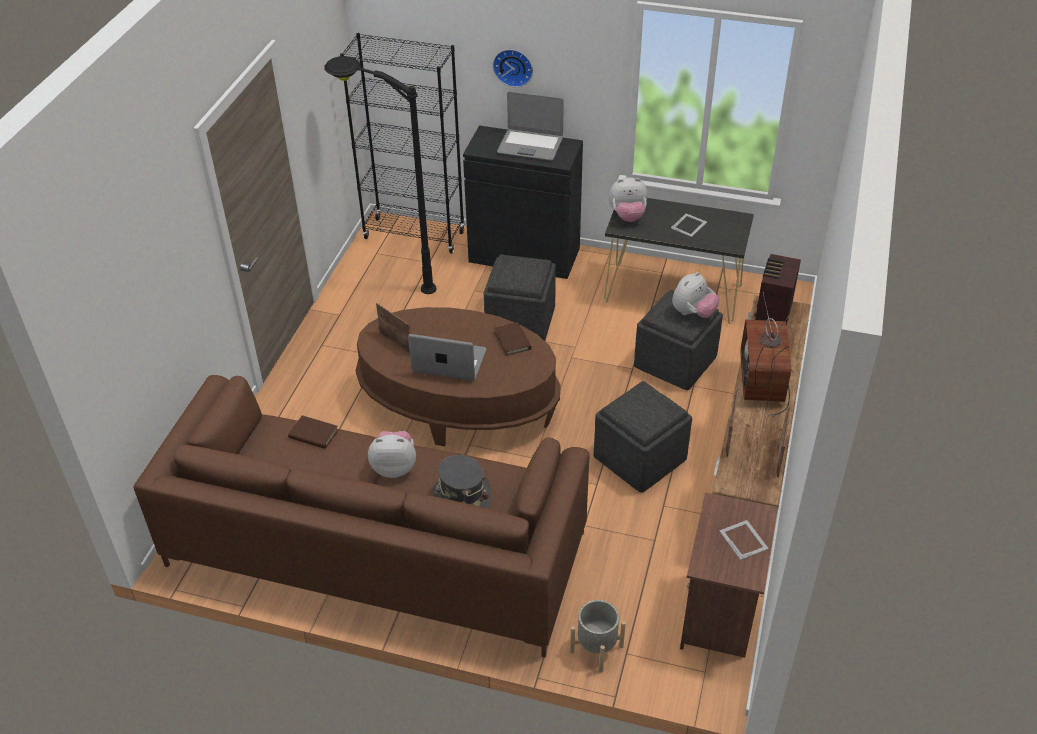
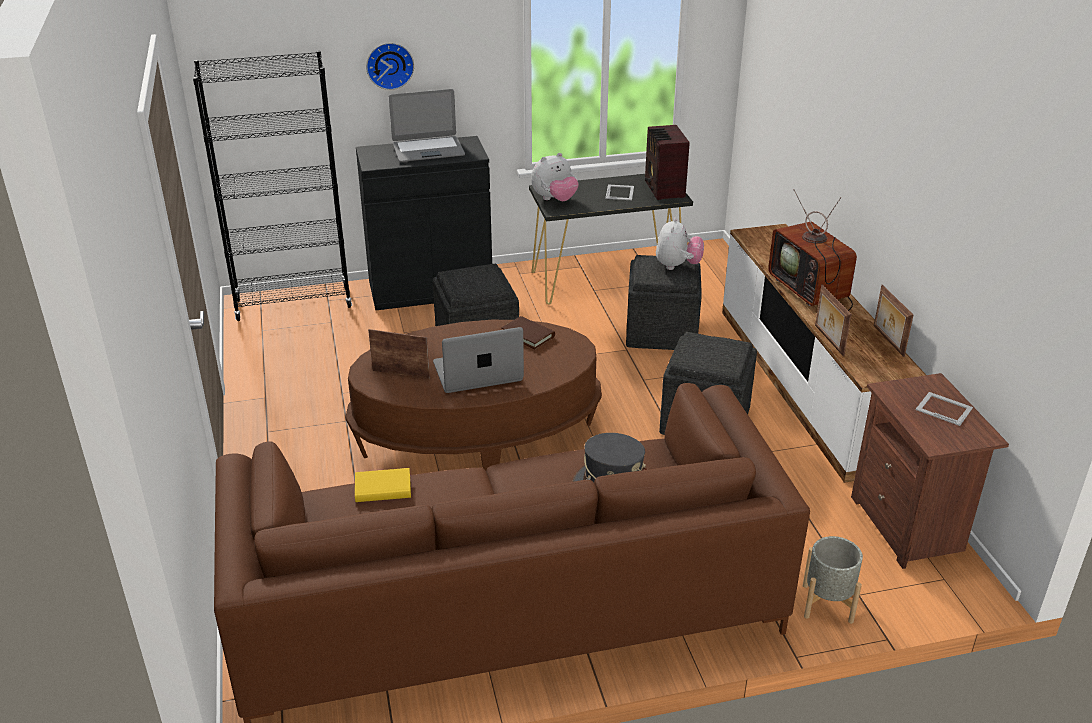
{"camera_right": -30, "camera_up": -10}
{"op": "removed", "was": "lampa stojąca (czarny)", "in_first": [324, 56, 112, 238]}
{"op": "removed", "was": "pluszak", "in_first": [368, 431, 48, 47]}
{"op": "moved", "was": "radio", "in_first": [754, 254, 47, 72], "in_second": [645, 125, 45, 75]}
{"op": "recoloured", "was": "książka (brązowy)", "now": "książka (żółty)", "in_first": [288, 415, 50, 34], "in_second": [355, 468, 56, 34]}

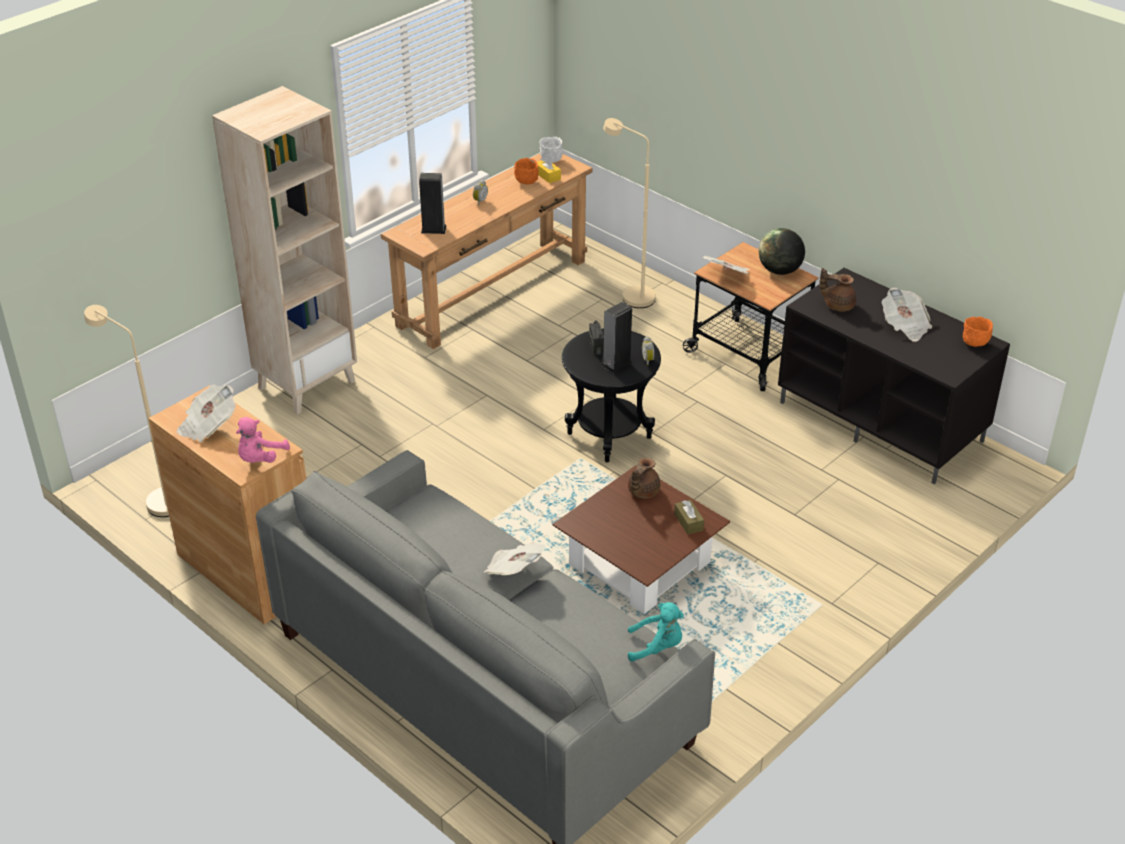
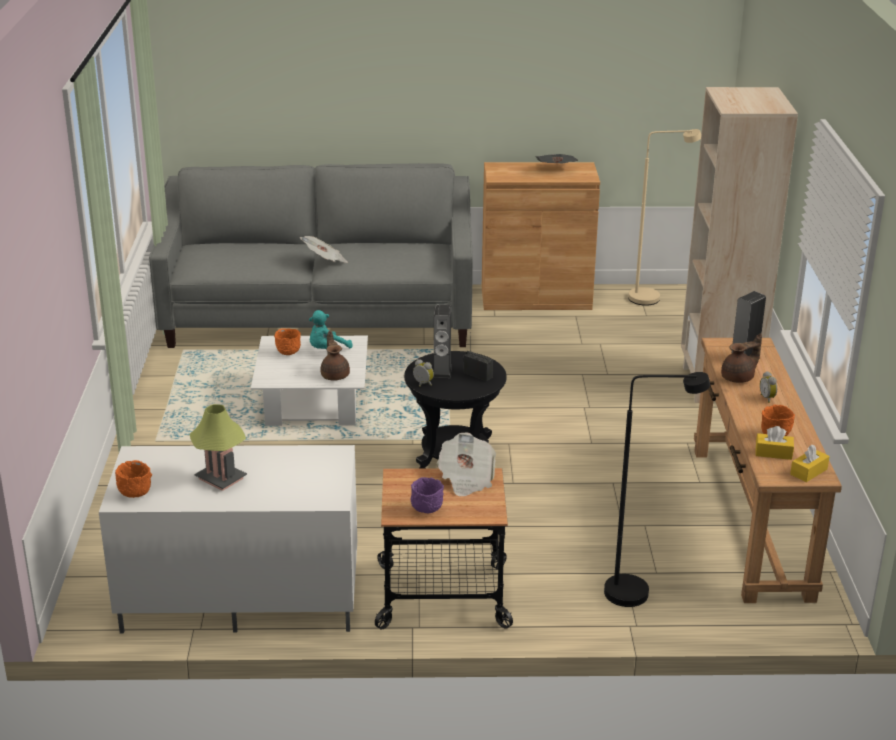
{"camera_right": 135, "camera_up": -10}
{"op": "removed", "was": "pluszak (różowy)", "in_first": [236, 417, 54, 46]}
{"op": "removed", "was": "pudełko chusteczek (brązowy)", "in_first": [674, 500, 30, 35]}
{"op": "added", "now": "miska (pomarańczowy)", "in_second": [274, 328, 27, 27]}
{"op": "moved", "was": "pluszak (turkusowy)", "in_first": [628, 602, 56, 60], "in_second": [309, 310, 44, 39]}
{"op": "moved", "was": "imbryk (brązowy)", "in_first": [820, 268, 36, 44], "in_second": [721, 333, 41, 50]}
{"op": "replaced", "was": "miska (biały)", "now": "pudełko chusteczek (żółty)", "in_first": [539, 137, 24, 26], "in_second": [790, 445, 40, 37]}
{"op": "replaced", "was": "globus", "now": "miska (fioletowy)", "in_first": [759, 228, 46, 47], "in_second": [410, 477, 34, 37]}
{"op": "replaced", "was": "gazeta", "now": "lampa stołowa", "in_first": [882, 288, 50, 54], "in_second": [190, 404, 57, 87]}
{"op": "recoloured", "was": "ława (brązowy)", "now": "ława (biały)", "in_first": [552, 465, 178, 149], "in_second": [251, 336, 117, 90]}
{"op": "recoloured", "was": "lampa stojąca (beżowy)", "now": "lampa stojąca (czarny)", "in_first": [603, 118, 53, 190], "in_second": [604, 372, 106, 235]}
{"op": "recoloured", "was": "szafka pod telewizor (czarny)", "now": "szafka pod telewizor (biały)", "in_first": [778, 268, 232, 216], "in_second": [99, 445, 258, 188]}

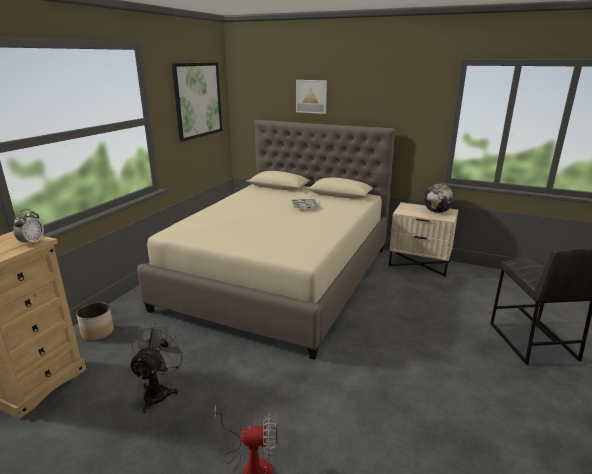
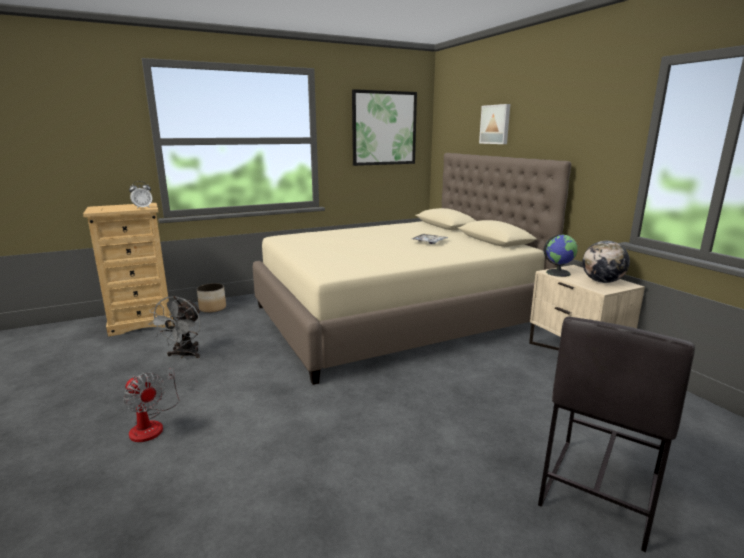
{"camera_right": 40, "camera_up": -5}
{"op": "added", "now": "globus", "in_second": [544, 235, 34, 42]}
{"op": "turned", "was": "wentylator (szary)", "in_first": [129, 321, 59, 92], "in_second": [148, 296, 53, 62], "clockwise": 135}

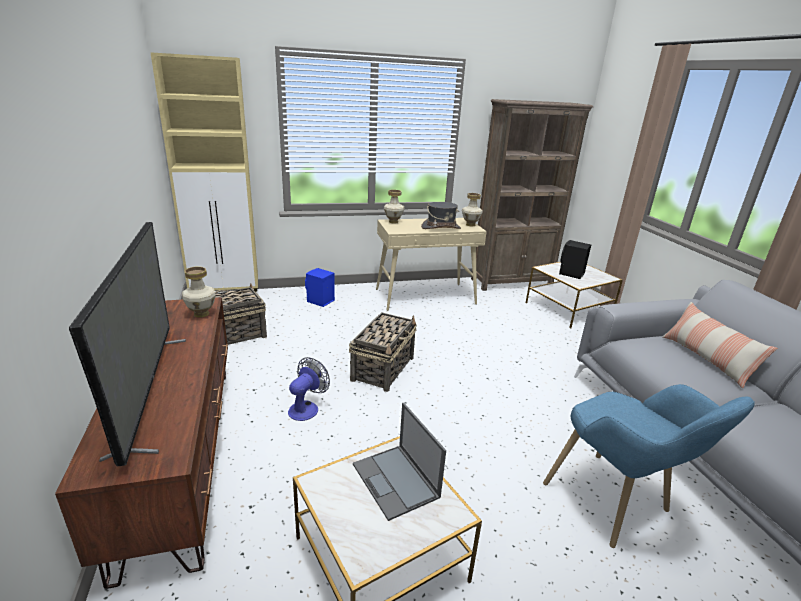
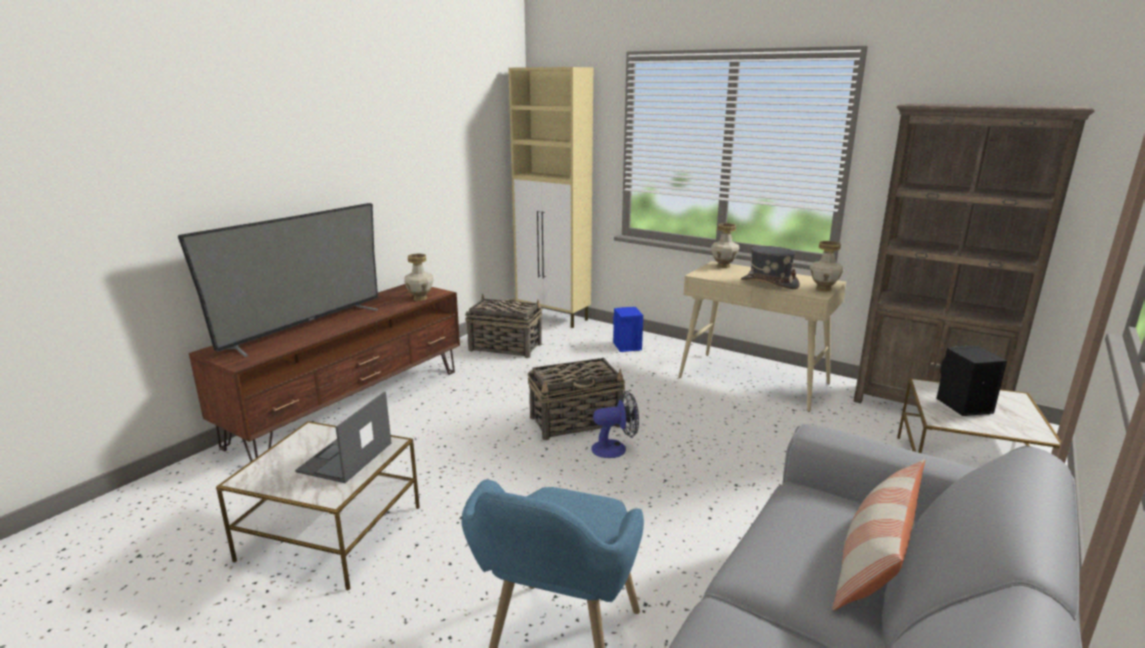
{"camera_right": 50, "camera_up": -5}
{"op": "moved", "was": "wentylator", "in_first": [288, 357, 42, 64], "in_second": [591, 391, 48, 67]}

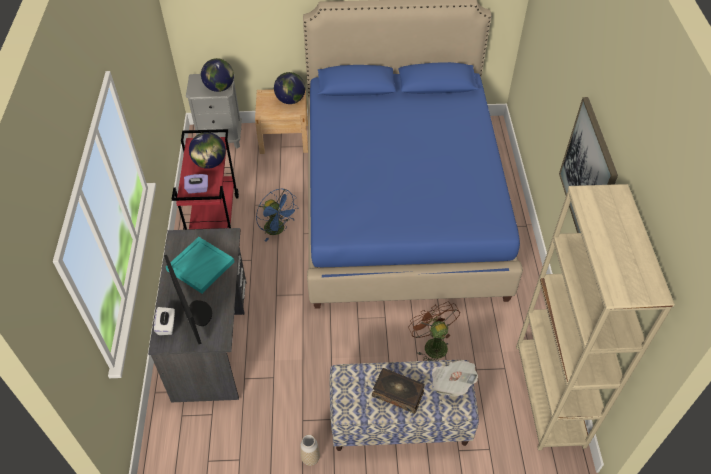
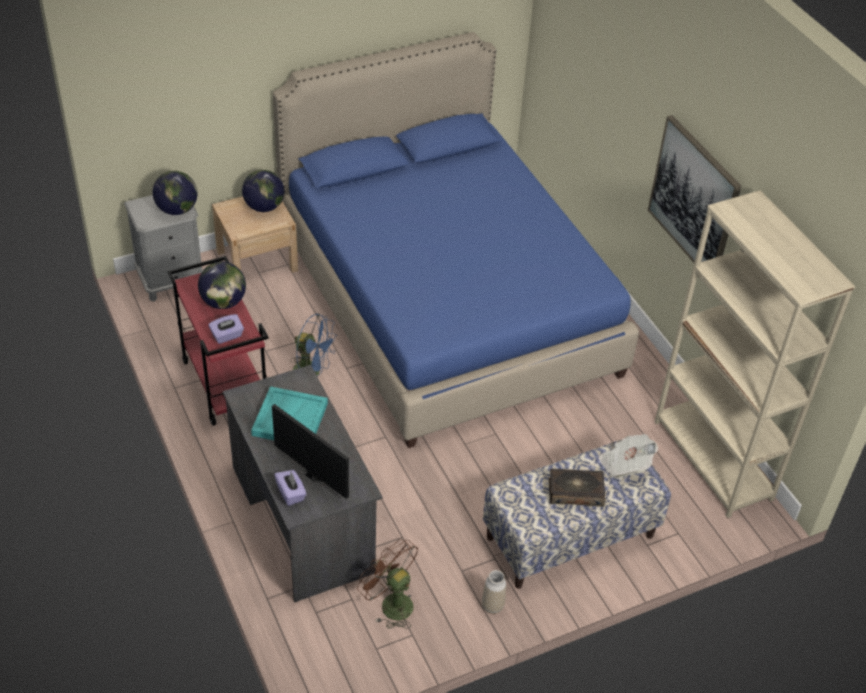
{"camera_right": -25, "camera_up": -5}
{"op": "moved", "was": "wentylator (brązowy)", "in_first": [409, 301, 51, 60], "in_second": [357, 539, 61, 90]}
{"op": "recoloured", "was": "pudełko chusteczek (biały)", "now": "pudełko chusteczek (fioletowy)", "in_first": [154, 307, 21, 28], "in_second": [274, 470, 33, 36]}

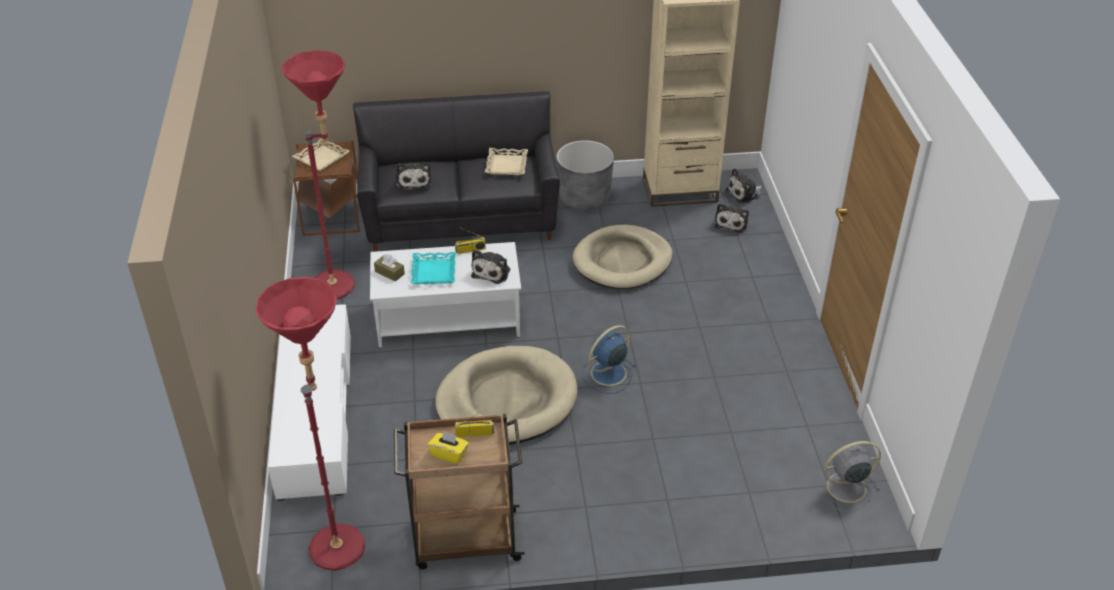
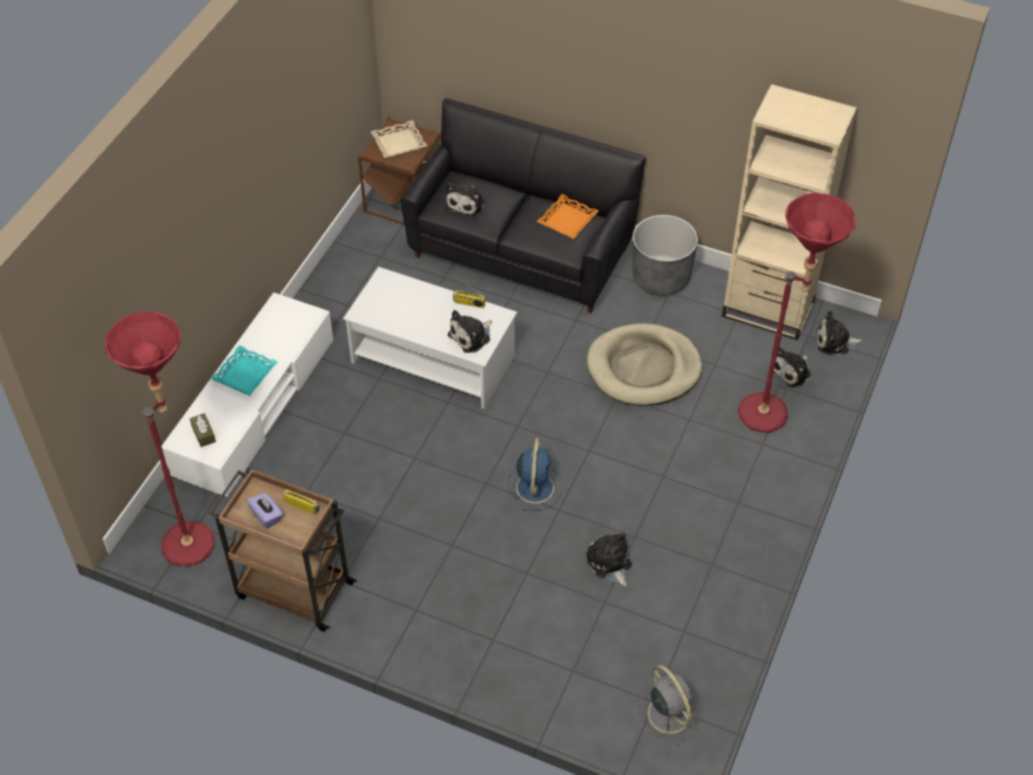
{"camera_right": 30, "camera_up": 10}
{"op": "removed", "was": "legowisko (beżowy)", "in_first": [435, 346, 142, 99]}
{"op": "added", "now": "pluszak", "in_second": [586, 533, 46, 53]}
{"op": "moved", "was": "lampa stojąca (czerwony)", "in_first": [282, 50, 73, 249], "in_second": [738, 193, 118, 240]}
{"op": "moved", "was": "pudełko chusteczek (brązowy)", "in_first": [374, 254, 31, 28], "in_second": [190, 413, 26, 34]}
{"op": "moved", "was": "taca (turkusowy)", "in_first": [411, 252, 45, 32], "in_second": [211, 345, 67, 51]}
{"op": "recoloured", "was": "pudełko chusteczek (żółty)", "now": "pudełko chusteczek (fioletowy)", "in_first": [428, 431, 41, 33], "in_second": [247, 493, 36, 36]}
{"op": "recoloured", "was": "taca (beżowy)", "now": "taca (pomarańczowy)", "in_first": [485, 148, 43, 27], "in_second": [537, 194, 62, 45]}
{"op": "turned", "was": "wentylator (niebieski)", "in_first": [581, 325, 55, 69], "in_second": [508, 438, 54, 73], "clockwise": 105}
{"op": "turned", "was": "wentylator (szary)", "in_first": [816, 441, 65, 71], "in_second": [635, 665, 65, 81], "clockwise": 45}

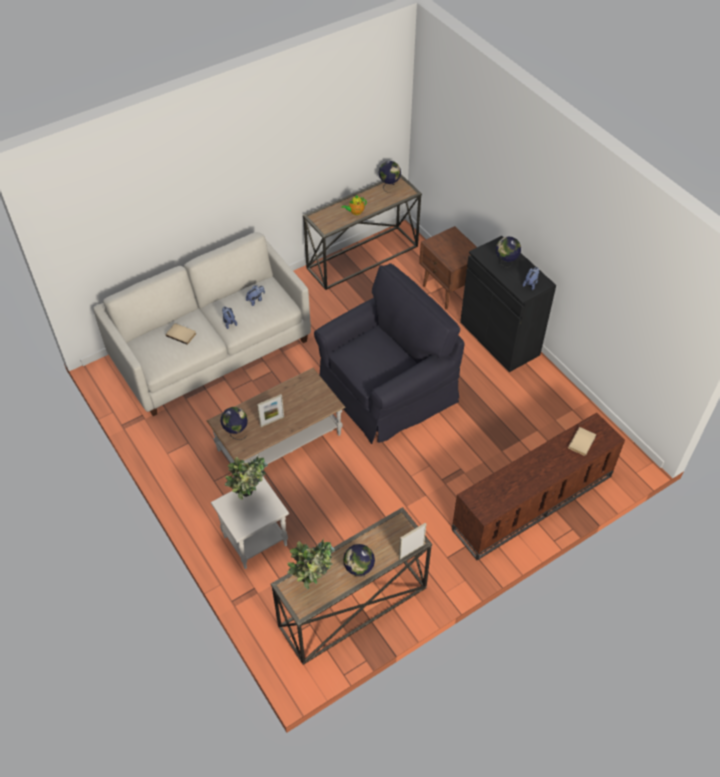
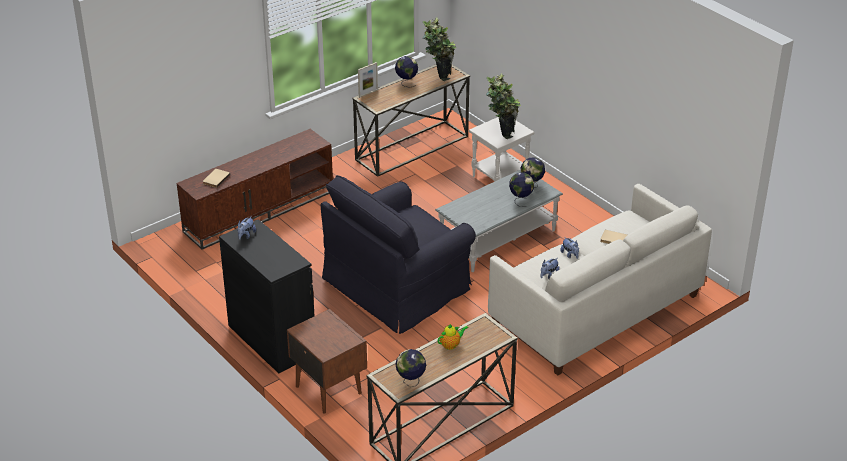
{"camera_right": 175, "camera_up": -15}
{"op": "removed", "was": "ramka na zdjęcie", "in_first": [257, 394, 27, 33]}
{"op": "moved", "was": "globus", "in_first": [496, 236, 25, 32], "in_second": [509, 173, 25, 34]}
{"op": "recoloured", "was": "ława (brązowy)", "now": "ława (szary)", "in_first": [207, 368, 139, 96], "in_second": [435, 169, 128, 103]}

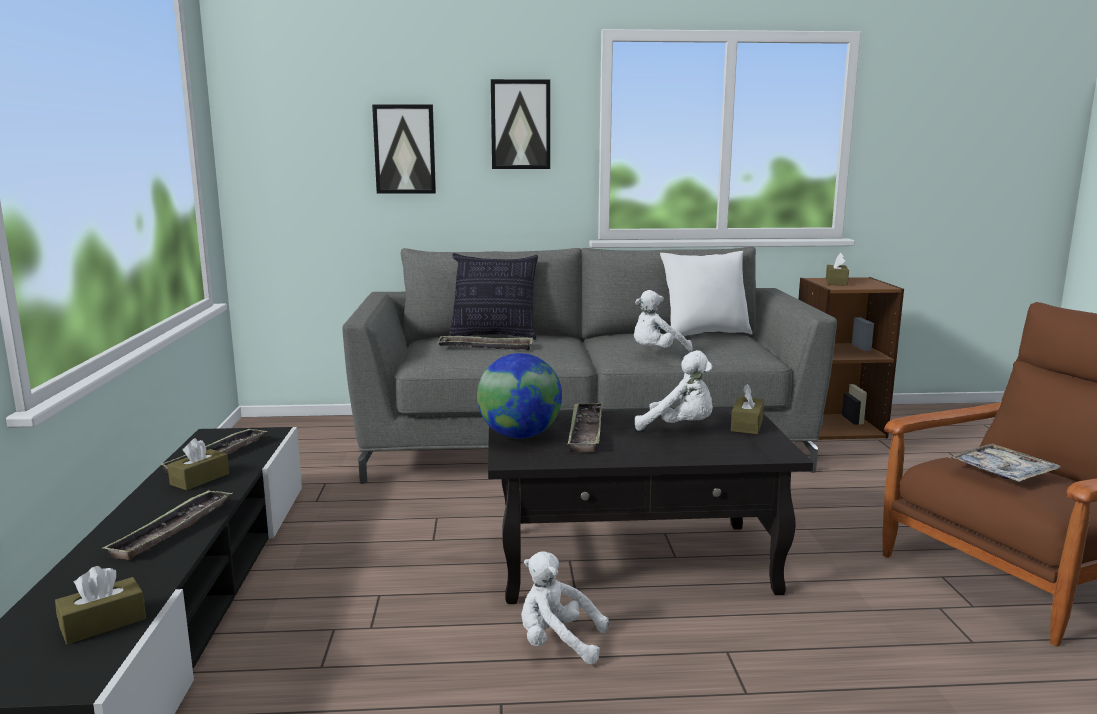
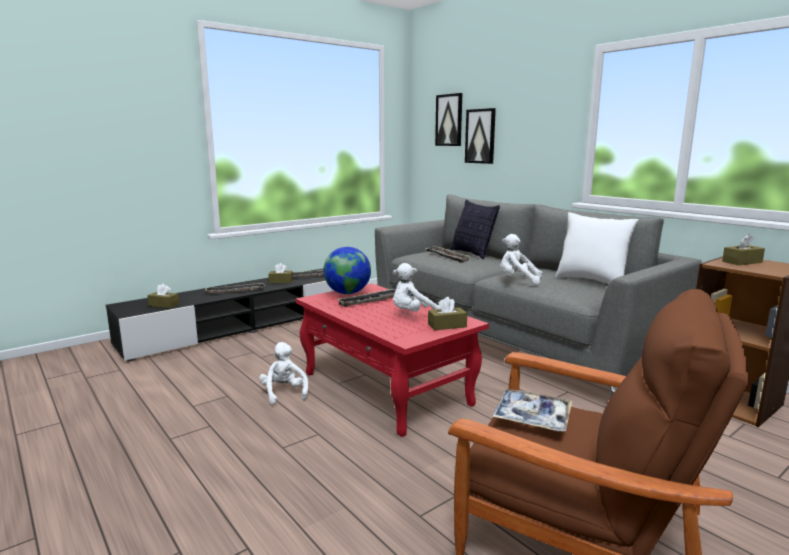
{"camera_right": 55, "camera_up": 0}
{"op": "moved", "was": "obraz", "in_first": [491, 79, 59, 90], "in_second": [435, 93, 27, 53]}
{"op": "recoloured", "was": "ława (czarny)", "now": "ława (czerwony)", "in_first": [488, 409, 325, 195], "in_second": [296, 283, 193, 154]}
{"op": "turned", "was": "pluszak (biały)", "in_first": [635, 350, 78, 81], "in_second": [393, 263, 47, 49], "clockwise": 75}

